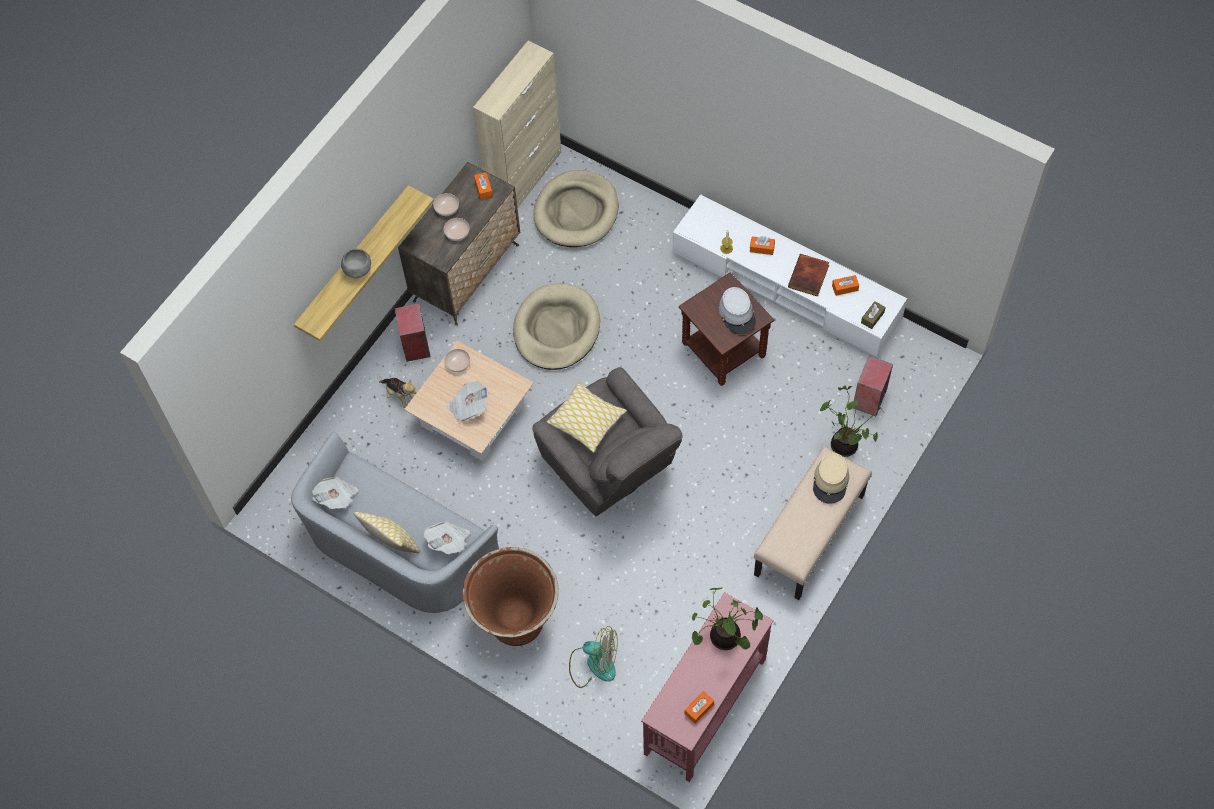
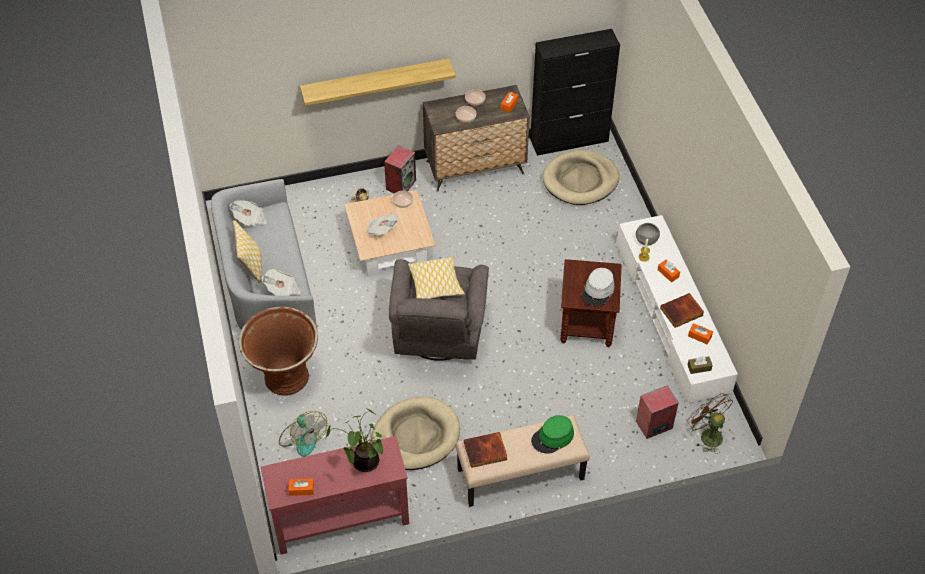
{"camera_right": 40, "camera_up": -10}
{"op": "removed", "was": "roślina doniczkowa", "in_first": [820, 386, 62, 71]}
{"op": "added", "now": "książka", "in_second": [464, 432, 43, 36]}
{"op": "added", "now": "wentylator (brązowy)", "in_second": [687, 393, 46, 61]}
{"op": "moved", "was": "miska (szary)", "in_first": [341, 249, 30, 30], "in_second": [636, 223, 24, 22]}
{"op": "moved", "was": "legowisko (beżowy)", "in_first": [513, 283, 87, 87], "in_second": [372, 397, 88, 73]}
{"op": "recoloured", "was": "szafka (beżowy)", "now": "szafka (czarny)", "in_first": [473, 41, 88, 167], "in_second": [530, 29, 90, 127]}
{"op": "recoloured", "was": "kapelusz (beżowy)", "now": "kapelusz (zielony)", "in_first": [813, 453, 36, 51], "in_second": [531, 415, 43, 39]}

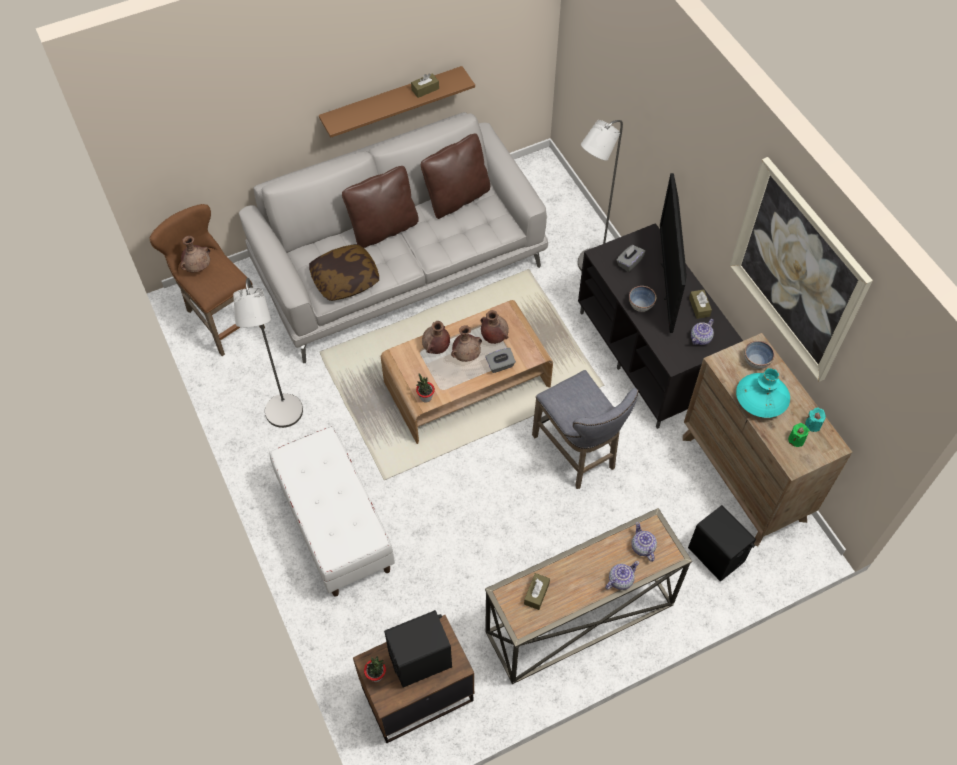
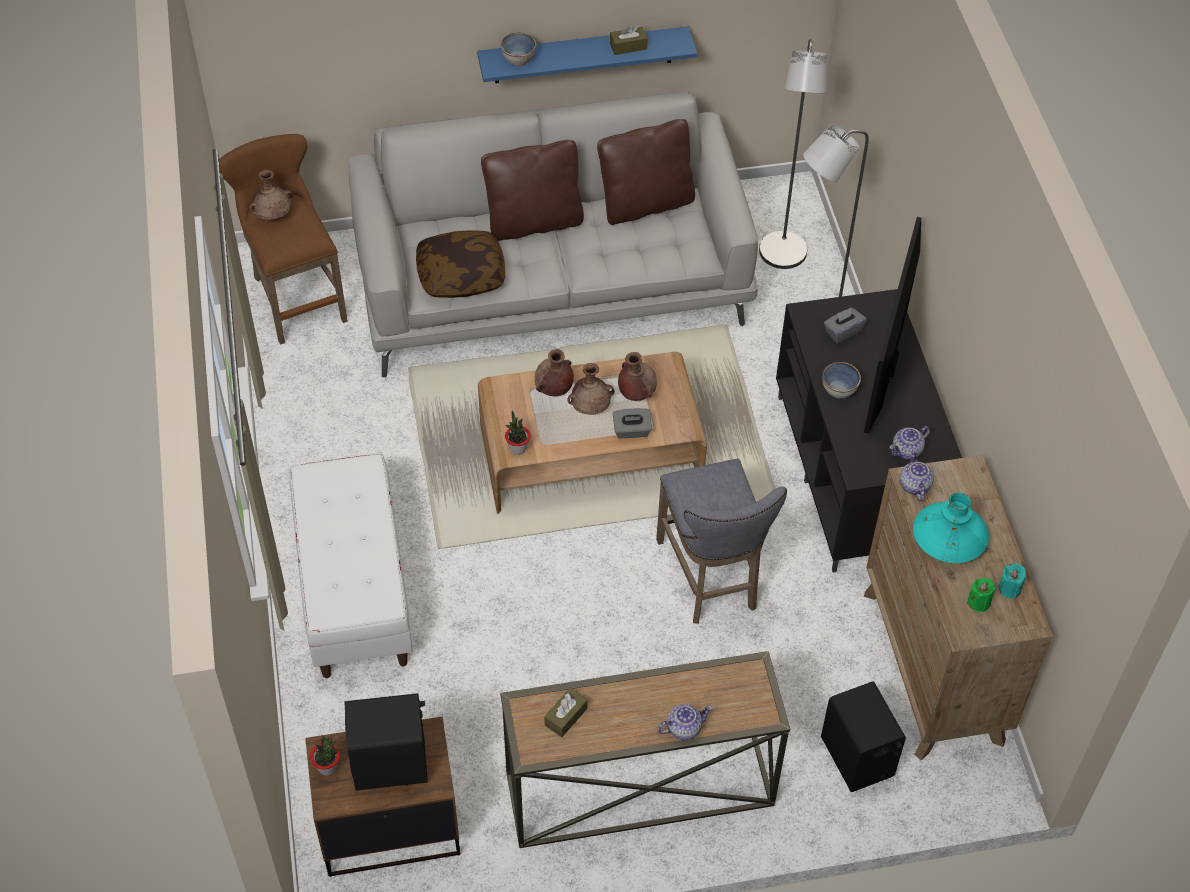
{"camera_right": 15, "camera_up": -5}
{"op": "removed", "was": "pudełko chusteczek (brązowy)", "in_first": [689, 290, 23, 29]}
{"op": "removed", "was": "obraz", "in_first": [729, 157, 144, 225]}
{"op": "moved", "was": "lampa stojąca (szary)", "in_first": [233, 278, 70, 150], "in_second": [759, 39, 69, 230]}
{"op": "moved", "was": "imbryk", "in_first": [631, 522, 26, 40], "in_second": [900, 449, 34, 52]}
{"op": "moved", "was": "miska", "in_first": [744, 341, 31, 28], "in_second": [500, 33, 36, 33]}
{"op": "recoloured", "was": "półka (brązowy)", "now": "półka (niebieski)", "in_first": [319, 66, 156, 72], "in_second": [477, 26, 220, 57]}

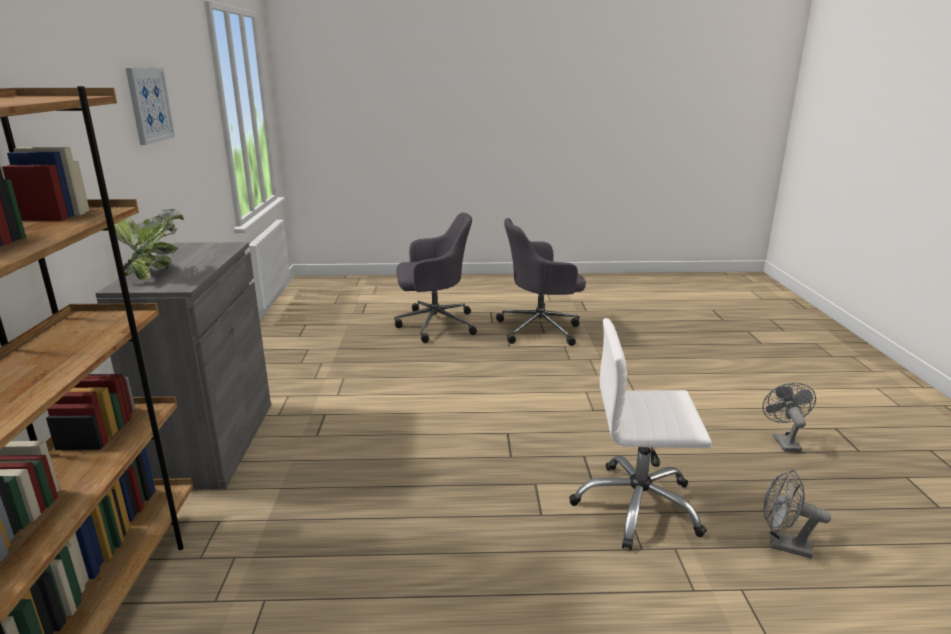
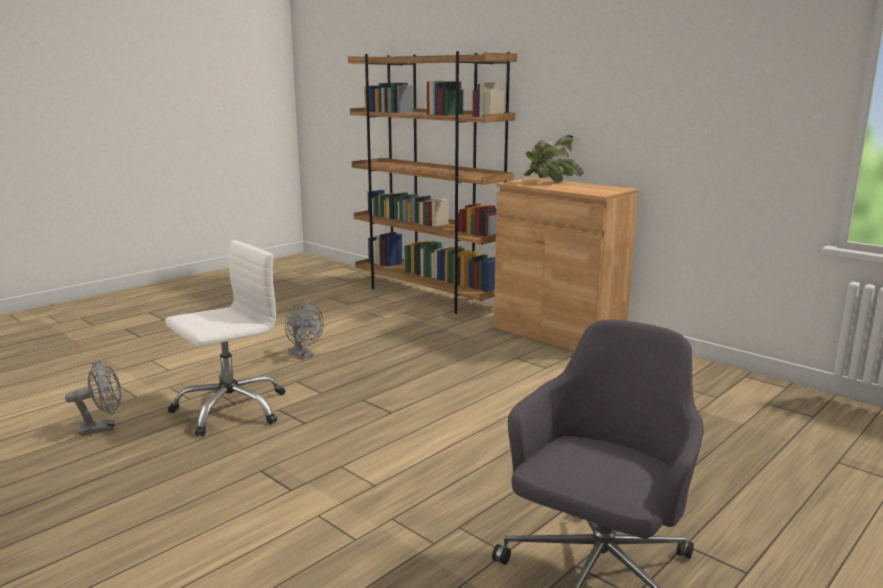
{"camera_right": 135, "camera_up": -5}
{"op": "removed", "was": "obraz", "in_first": [126, 67, 49, 78]}
{"op": "removed", "was": "krzesło biurowe (szary)", "in_first": [394, 213, 83, 130]}
{"op": "moved", "was": "wentylator (szary)", "in_first": [762, 383, 54, 69], "in_second": [285, 302, 39, 57]}
{"op": "recoloured", "was": "szafka (szary)", "now": "szafka (brązowy)", "in_first": [95, 242, 176, 247], "in_second": [494, 177, 144, 174]}

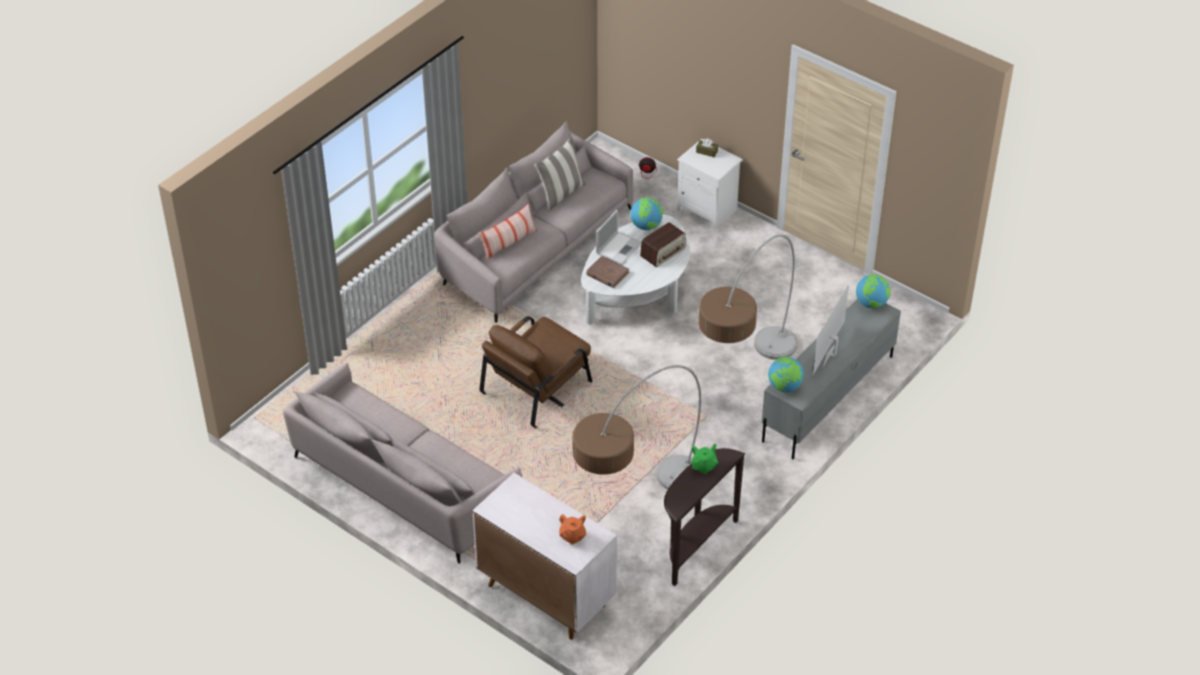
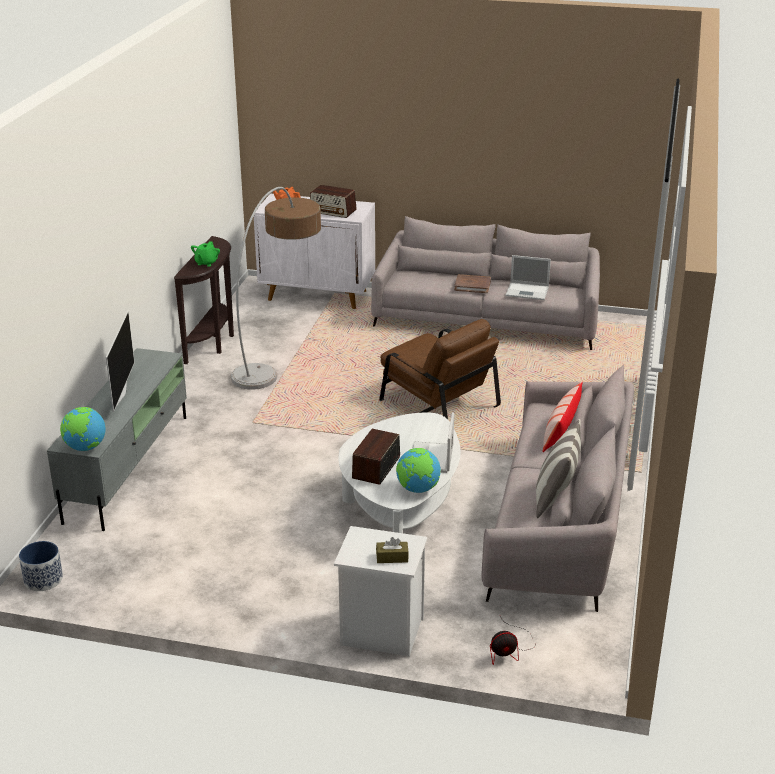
{"camera_right": 155, "camera_up": -15}
{"op": "removed", "was": "lampa stojąca", "in_first": [698, 234, 100, 126]}
{"op": "removed", "was": "globus", "in_first": [768, 357, 36, 35]}
{"op": "added", "now": "donica", "in_second": [19, 541, 44, 50]}
{"op": "added", "now": "radio", "in_second": [310, 185, 47, 33]}
{"op": "added", "now": "laptop", "in_second": [506, 255, 45, 45]}
{"op": "moved", "was": "książka (brązowy)", "in_first": [586, 256, 43, 32], "in_second": [454, 274, 37, 19]}
{"op": "turned", "was": "fotel (brązowy)", "in_first": [480, 316, 112, 112], "in_second": [379, 319, 122, 100], "clockwise": 120}

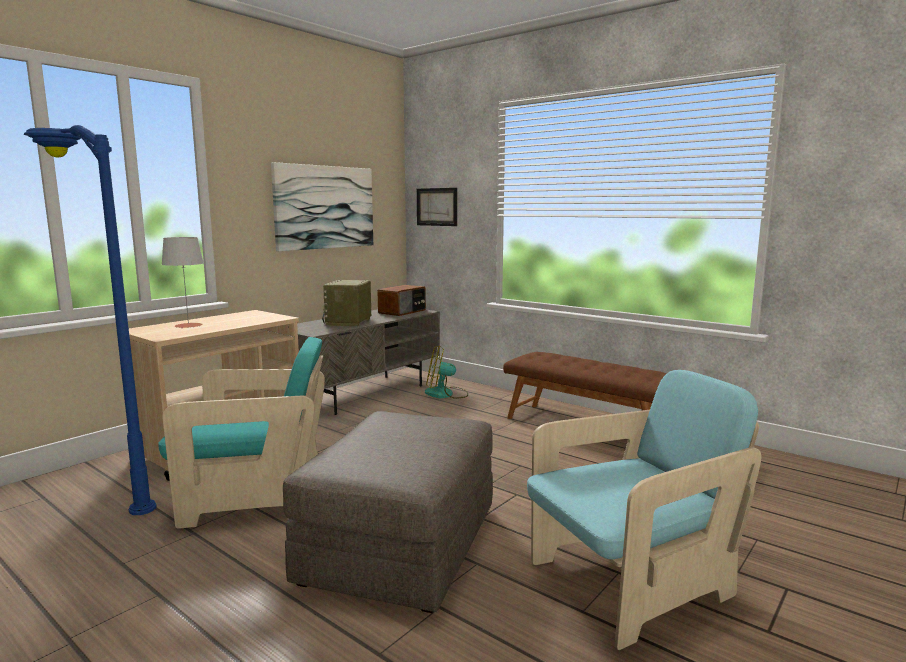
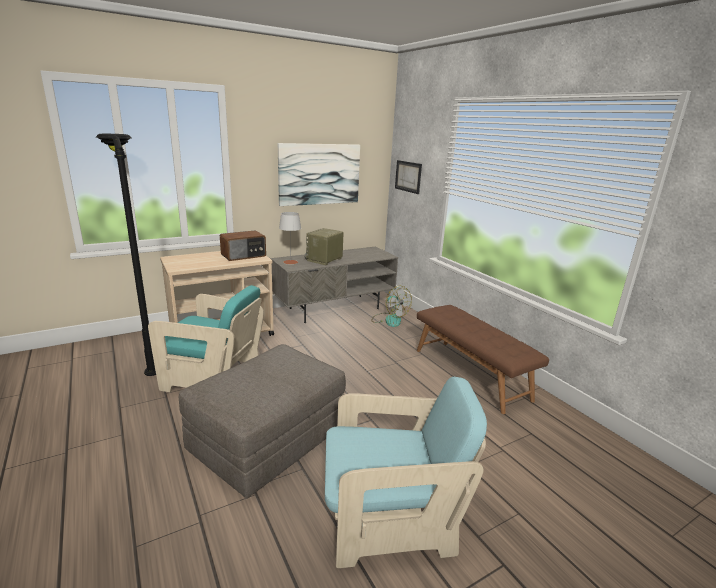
{"camera_right": 20, "camera_up": 10}
{"op": "moved", "was": "lampa stołowa (szary)", "in_first": [161, 237, 43, 91], "in_second": [279, 212, 22, 52]}
{"op": "moved", "was": "radio", "in_first": [377, 285, 49, 31], "in_second": [220, 231, 46, 30]}
{"op": "recoloured", "was": "lampa stojąca (niebieski)", "now": "lampa stojąca (czarny)", "in_first": [23, 125, 134, 390], "in_second": [96, 134, 60, 242]}
{"op": "turned", "was": "wentylator", "in_first": [425, 345, 43, 54], "in_second": [371, 286, 41, 41], "clockwise": -150}

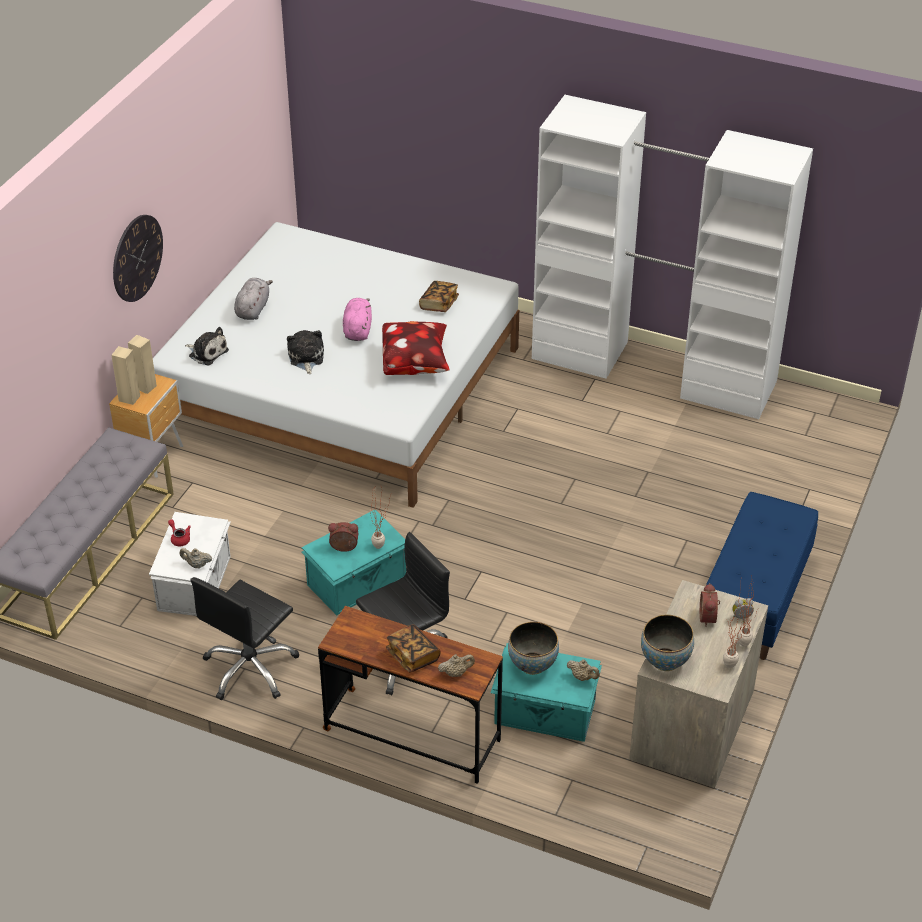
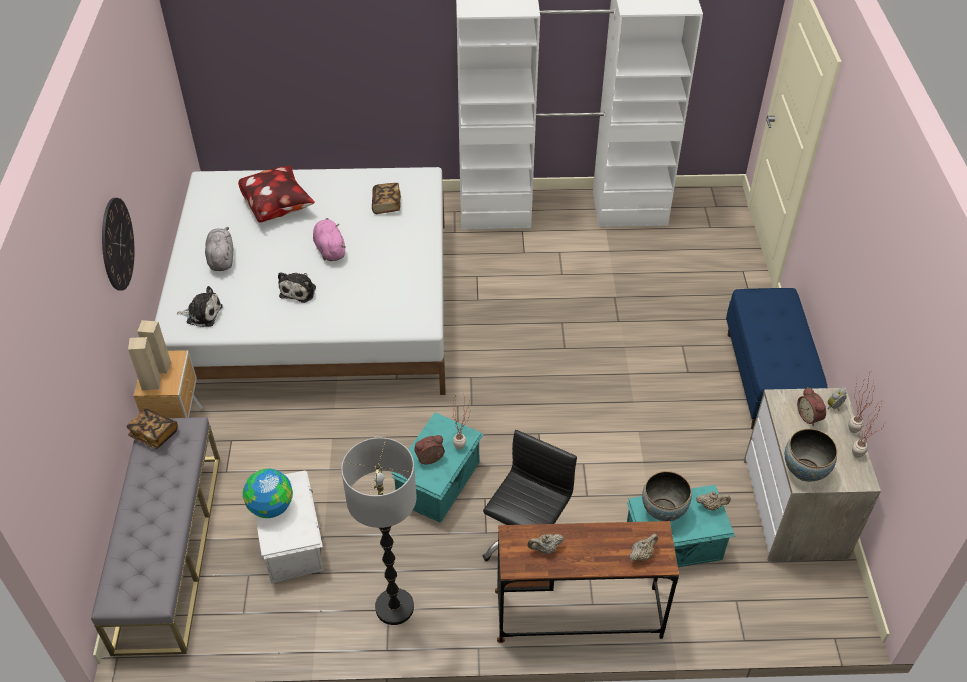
{"camera_right": -25, "camera_up": 5}
{"op": "moved", "was": "imbryk (beżowy)", "in_first": [180, 548, 32, 20], "in_second": [528, 534, 36, 20]}
{"op": "moved", "was": "poduszka", "in_first": [382, 321, 68, 54], "in_second": [238, 166, 77, 57]}
{"op": "moved", "was": "książka", "in_first": [386, 625, 55, 48], "in_second": [126, 408, 52, 41]}
{"op": "replaced", "was": "imbryk (czerwony)", "now": "globus", "in_first": [168, 519, 23, 27], "in_second": [243, 469, 50, 49]}
{"op": "replaced", "was": "krzesło biurowe (czarny)", "now": "lampa stojąca", "in_first": [191, 577, 108, 123], "in_second": [341, 438, 76, 187]}
{"op": "turned", "was": "pluszak", "in_first": [287, 330, 37, 44], "in_second": [278, 272, 38, 31], "clockwise": -135}

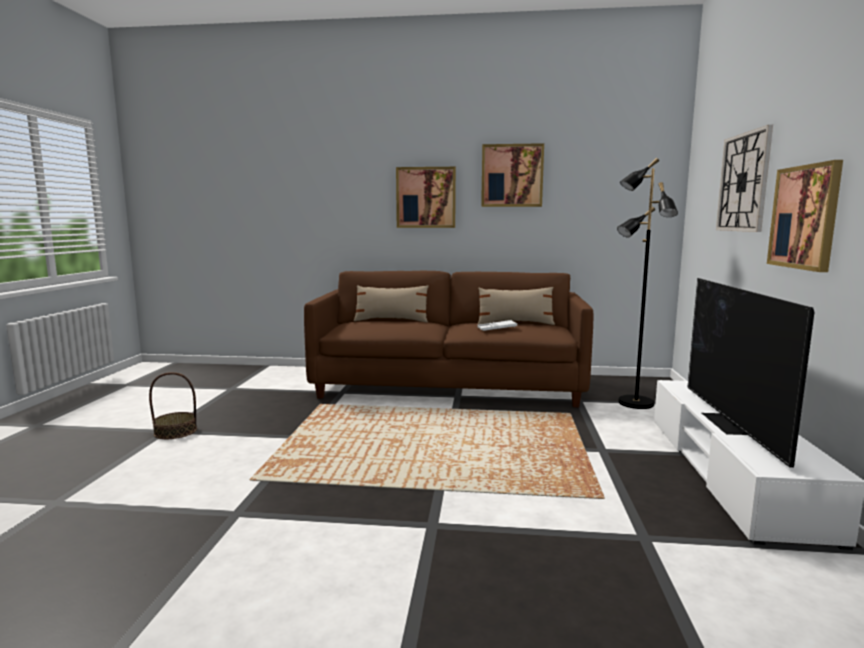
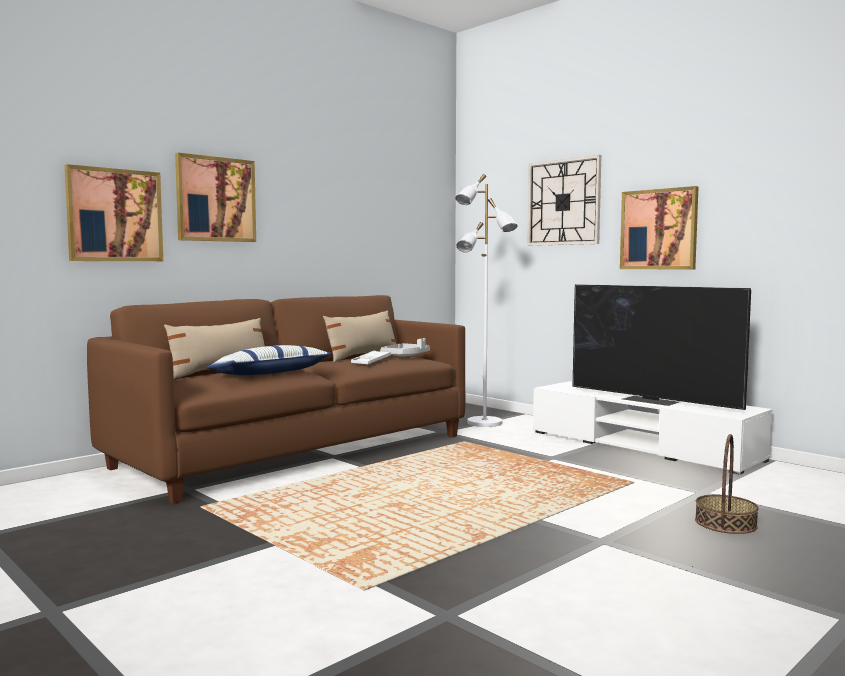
{"camera_right": -50, "camera_up": -5}
{"op": "added", "now": "poduszka", "in_second": [207, 345, 125, 30]}
{"op": "added", "now": "taca (szary)", "in_second": [380, 338, 50, 19]}
{"op": "moved", "was": "koszyk", "in_first": [149, 372, 48, 67], "in_second": [695, 434, 64, 100]}
{"op": "moved", "was": "obraz", "in_first": [481, 143, 63, 64], "in_second": [65, 164, 98, 97]}
{"op": "recoloured", "was": "lampa stojąca (czarny)", "now": "lampa stojąca (biały)", "in_first": [617, 158, 61, 251], "in_second": [455, 174, 63, 253]}

